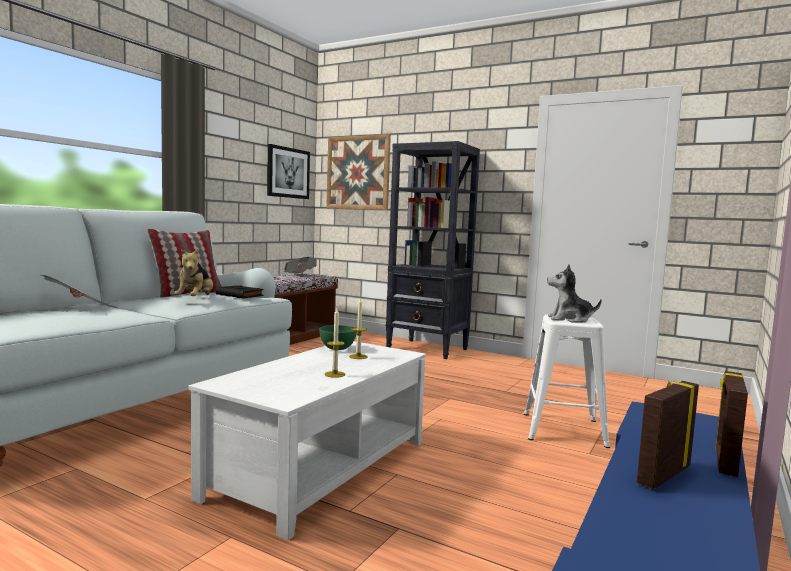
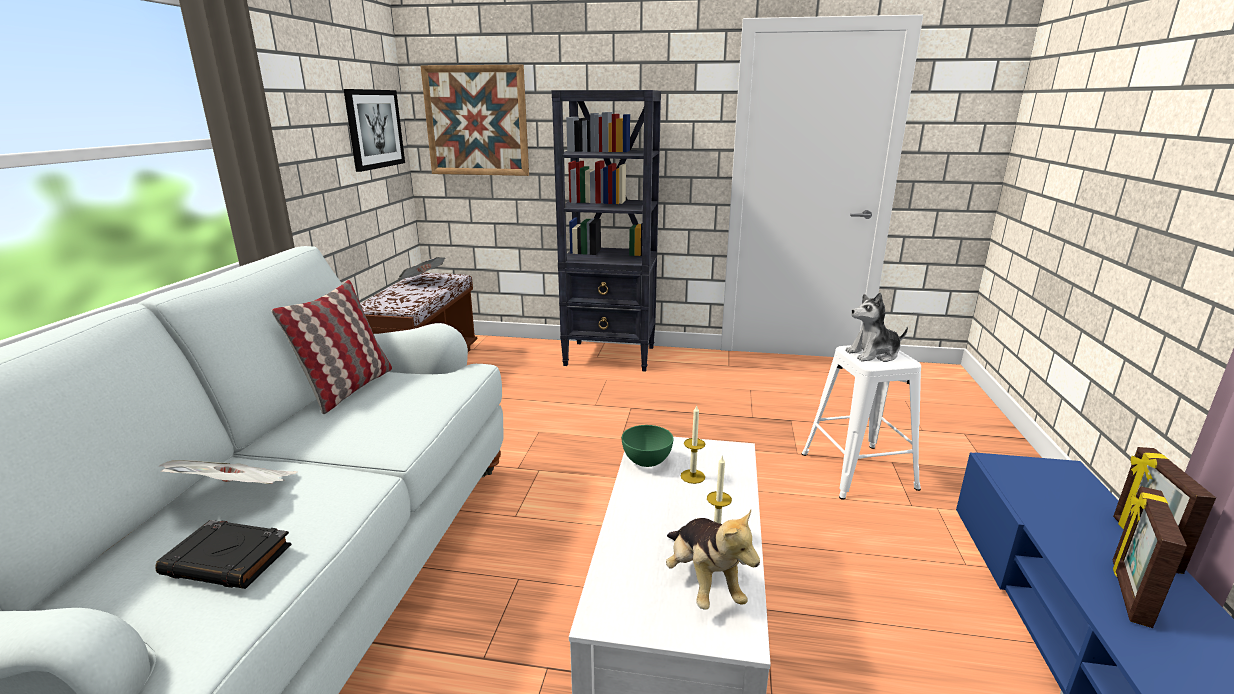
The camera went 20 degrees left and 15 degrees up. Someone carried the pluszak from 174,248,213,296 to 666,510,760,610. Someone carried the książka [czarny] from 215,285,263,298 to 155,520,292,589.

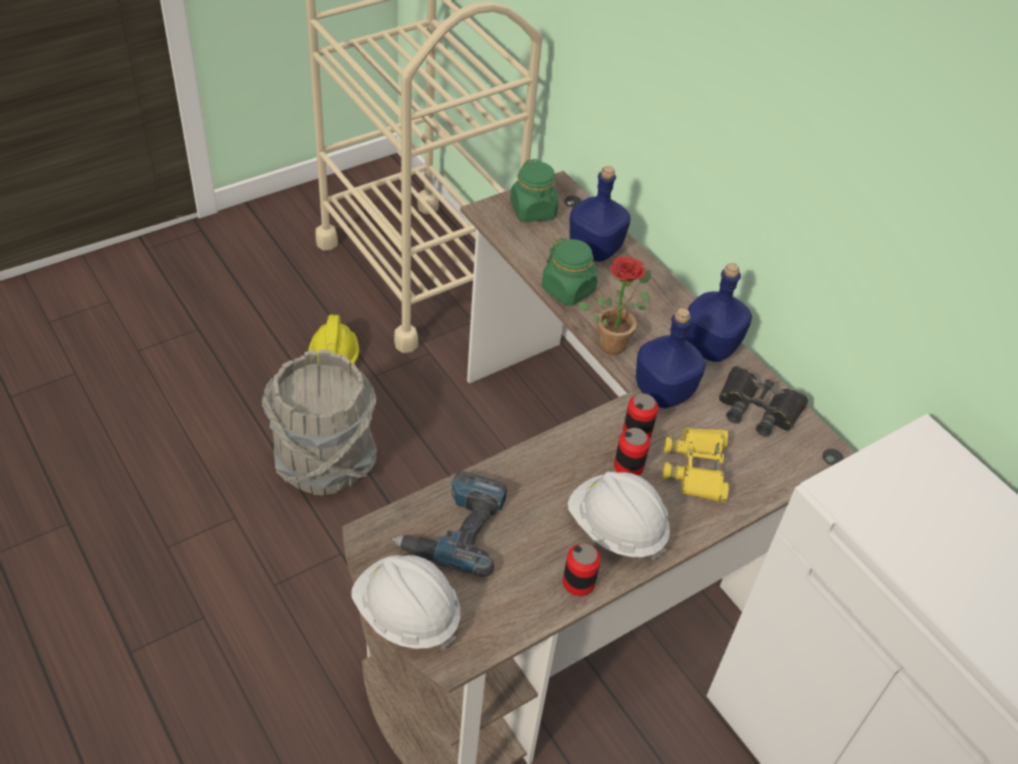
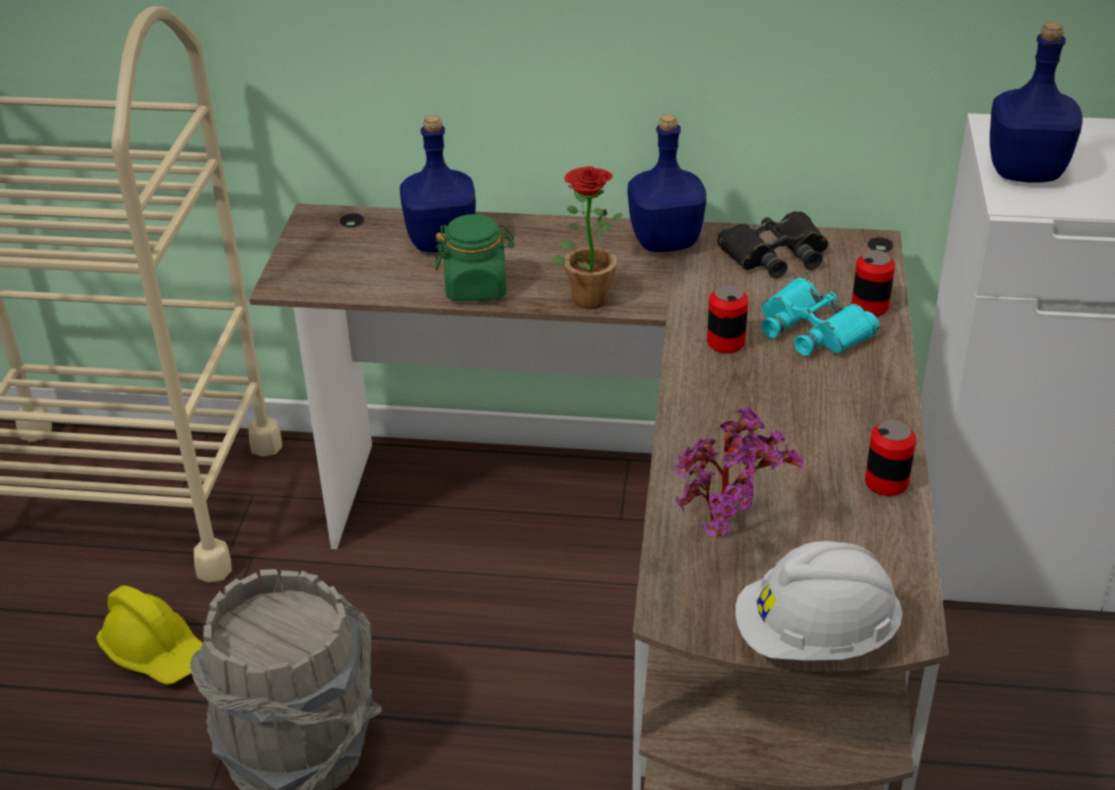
The camera went 45 degrees left and 10 degrees down. Someone took away the słoik [zielony] at 510,159,559,222. Someone carried the butelka [niebieski] from 636,308,706,408 to 990,22,1083,183. Someone repainted the lornetka [żółty] at 663,427,729,503, which became the lornetka [turkusowy] at 761,278,879,356. Someone carried the puszka from 614,428,650,476 to 851,250,895,317. Someone swapped the wiertarka at 392,470,507,577 for the roślina doniczkowa at 675,407,803,537. Someone took away the kask [biały] at 568,472,670,561.

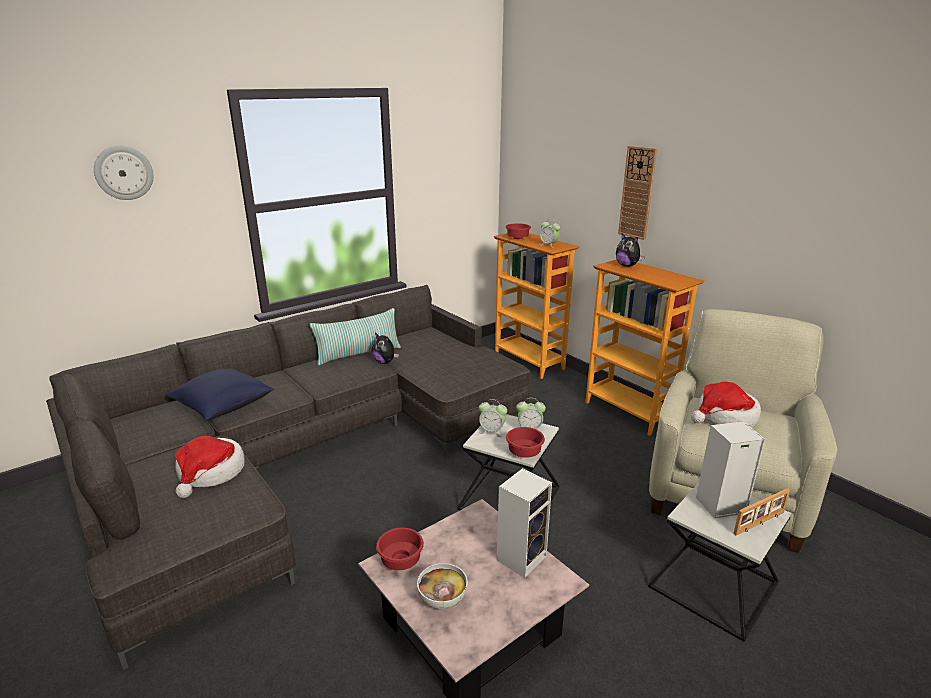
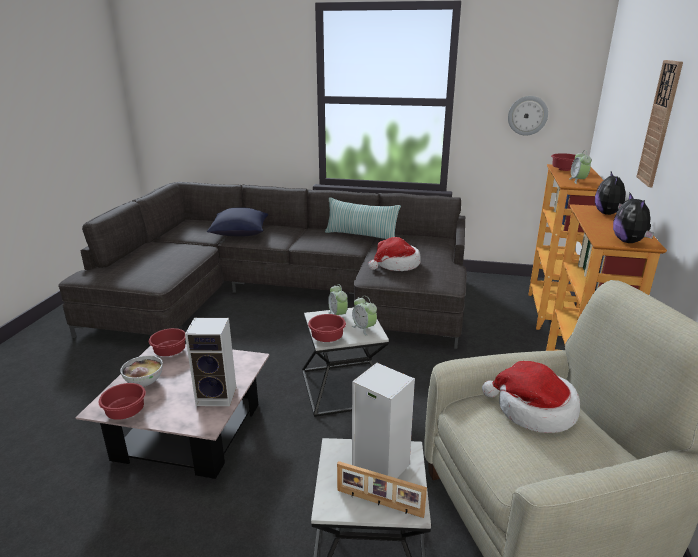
The camera went 50 degrees right and 0 degrees up. Someone carried the zegar ścienny from 94,146,154,200 to 508,96,548,135. Someone carried the pluszak from 372,332,399,364 to 613,192,654,243. Someone carried the kapelusz from 175,436,245,498 to 368,237,421,271. Someone put down the miska [czerwony] at 99,383,146,420.

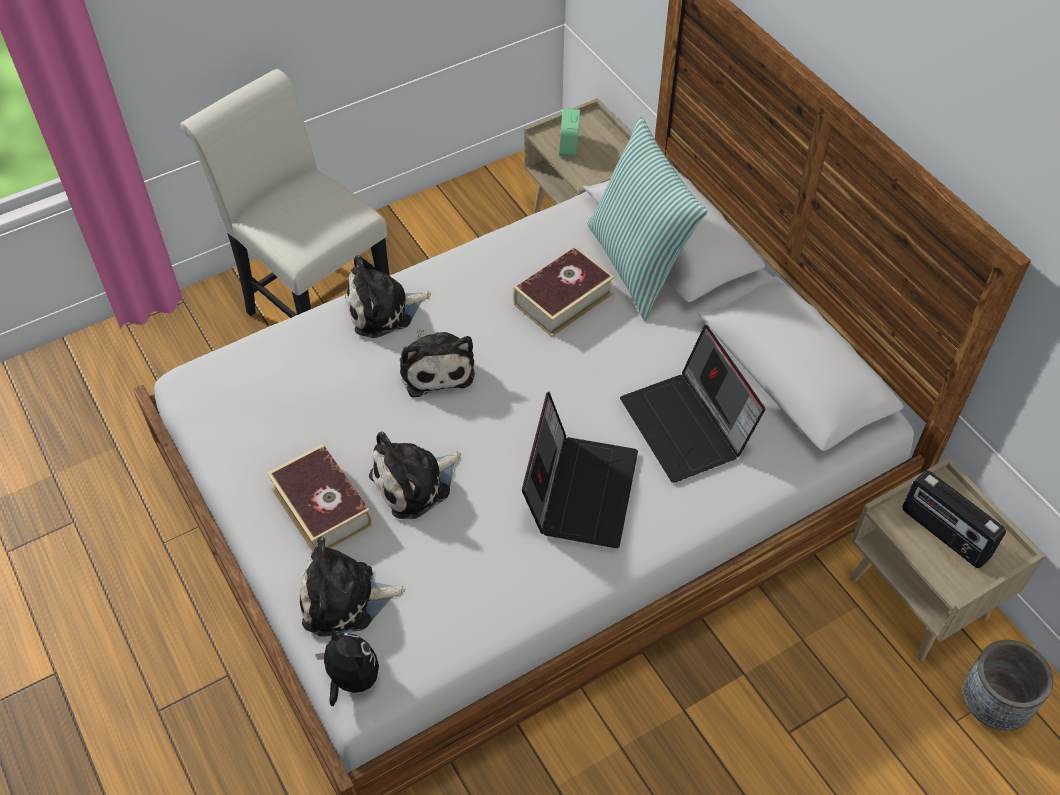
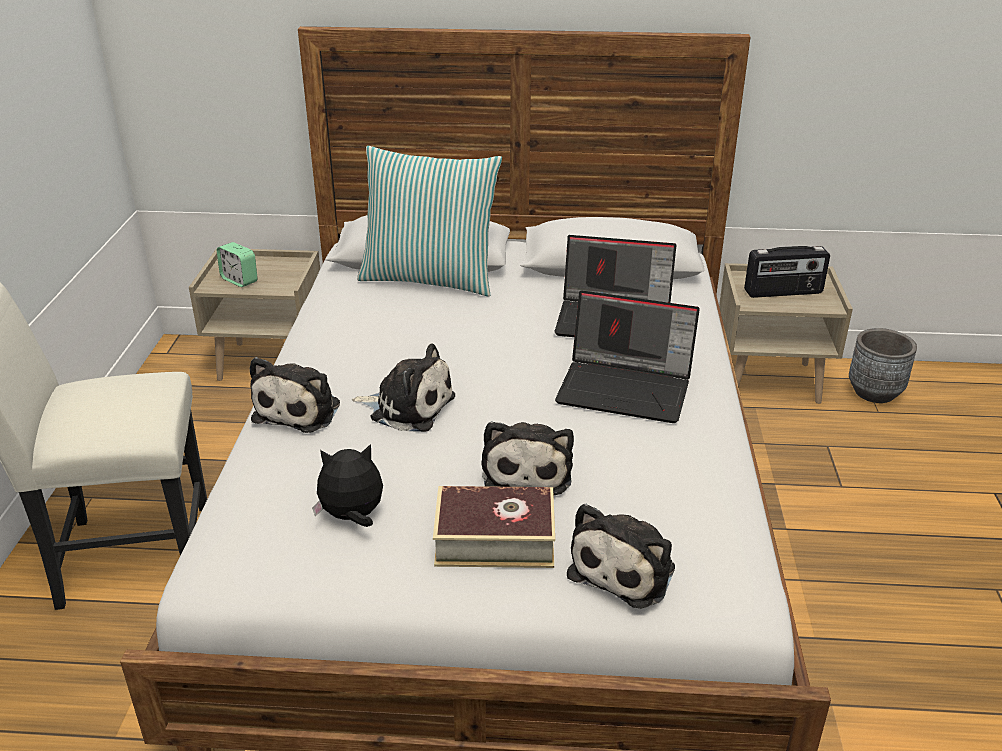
The camera went 55 degrees left and 20 degrees down. Someone took away the książka at 513,247,614,337. Someone rotated the laptop at 522,392,638,548 by 150 degrees clockwise. Someone carried the pluszak from 315,627,379,706 to 312,444,383,527.

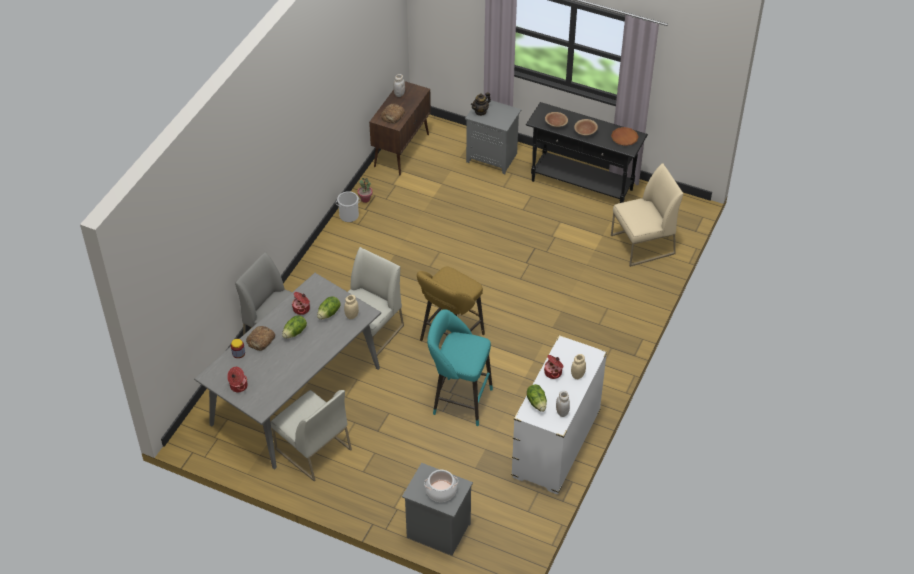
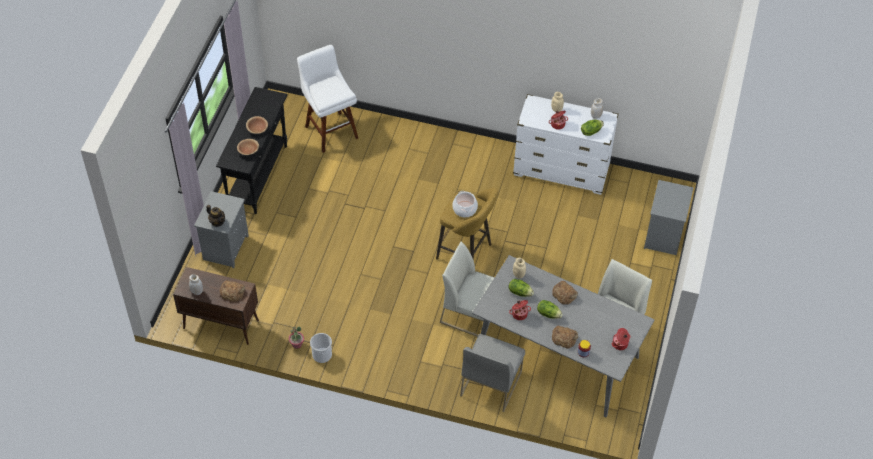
The camera went 100 degrees left and 5 degrees up. Someone took away the talerz [brązowy] at 611,127,639,146. Someone swapped the krzesło [beżowy] at 611,163,684,267 for the stołek [biały] at 297,45,358,153. Someone took away the stołek [turkusowy] at 427,309,493,426. Someone carried the garnek from 424,470,458,502 to 452,191,478,217. Someone put down the chleb at 552,281,578,305.

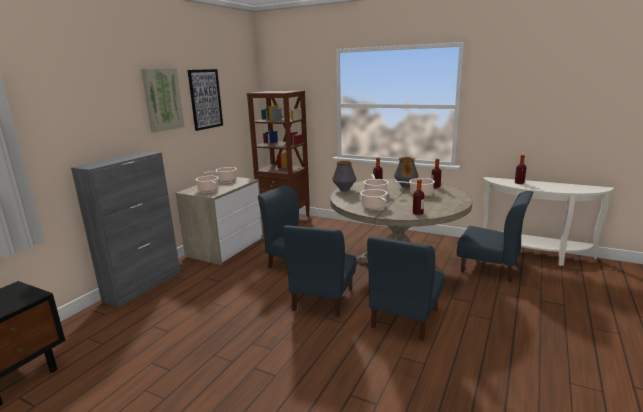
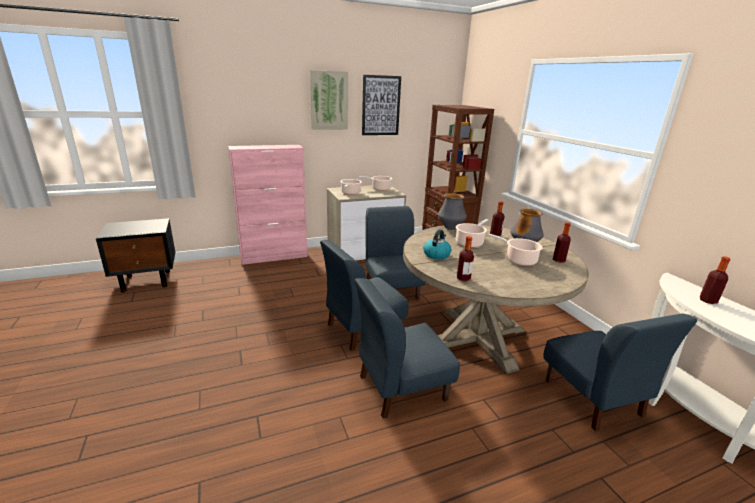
The camera went 40 degrees right and 5 degrees up. Someone repainted the szafka [szary] at 71,151,180,308, which became the szafka [różowy] at 228,145,308,265. Someone swapped the garnek at 360,189,388,210 for the czajnik at 423,229,451,259.

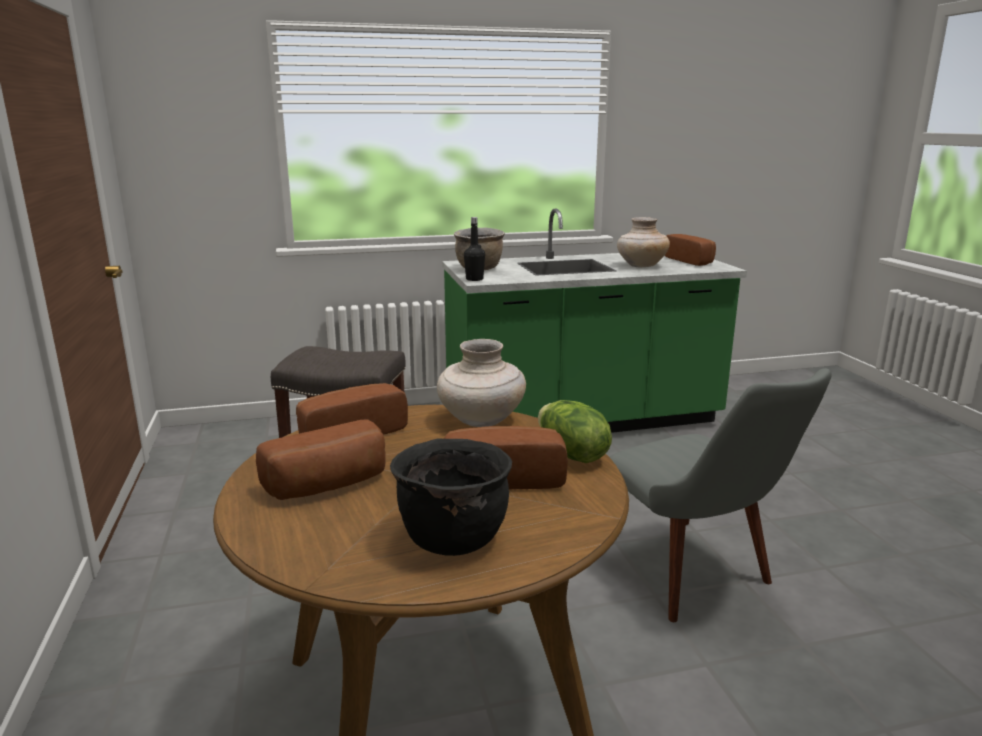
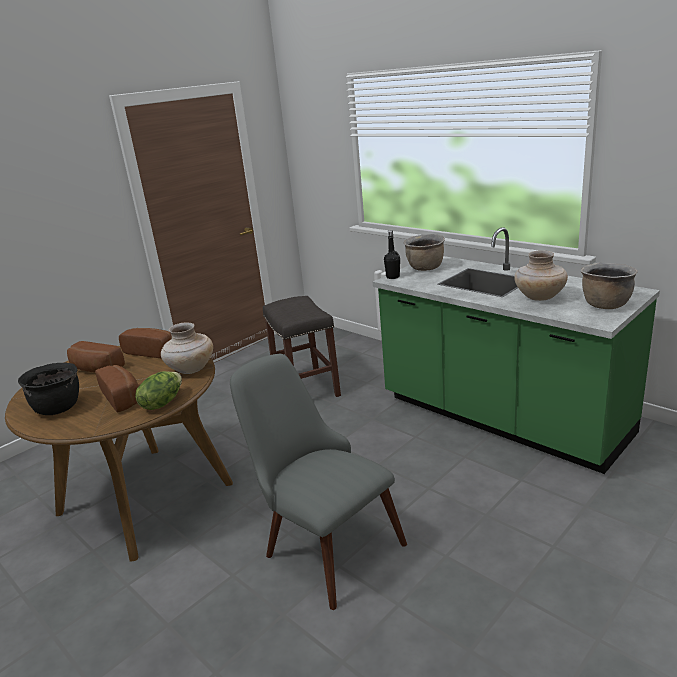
The camera went 60 degrees right and 5 degrees up. Someone swapped the chleb at 665,234,716,266 for the garnek [brązowy] at 581,263,637,309. Someone rotated the krzesło [szary] at 609,368,832,622 by 105 degrees clockwise.

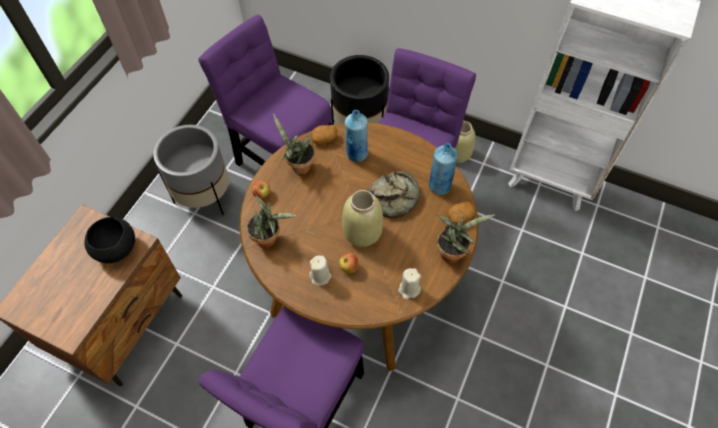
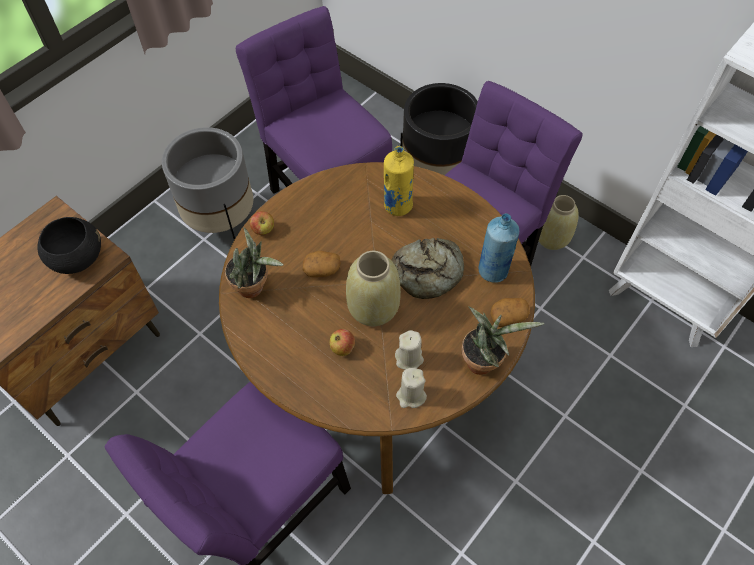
The camera went 15 degrees right and 0 degrees up. Someone repainted the butelka [niebieski] at 345,110,368,162, which became the butelka [żółty] at 384,146,414,216. Someone took away the roślina doniczkowa at 273,114,315,174. Someone carried the ziemniak from 311,125,337,145 to 303,251,341,277. Someone carried the świeca [beżowy] from 309,255,332,286 to 395,330,424,370.

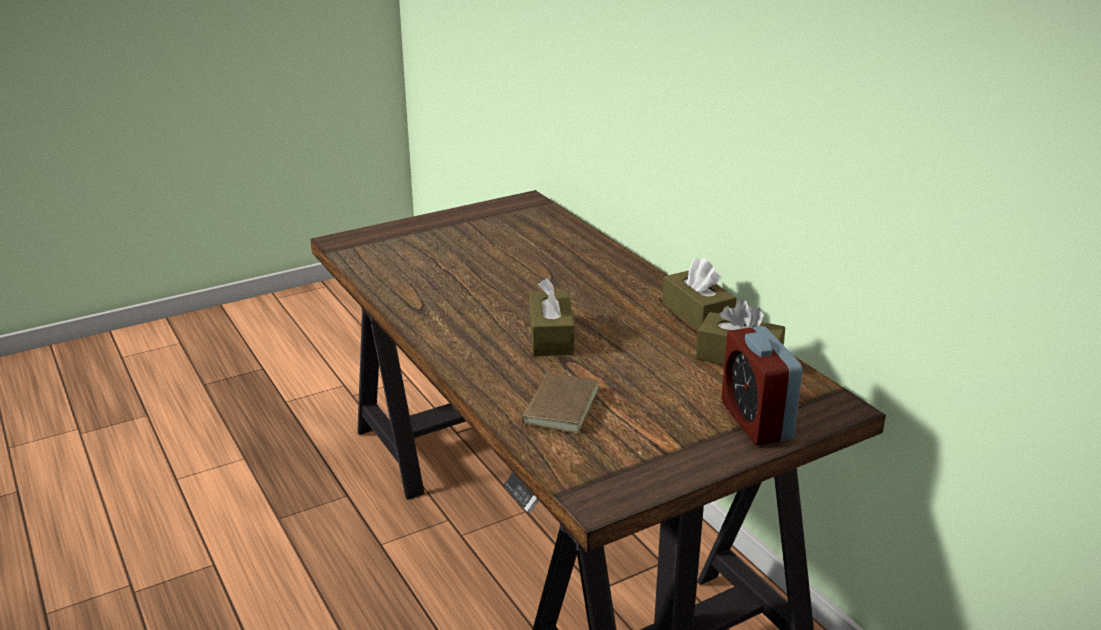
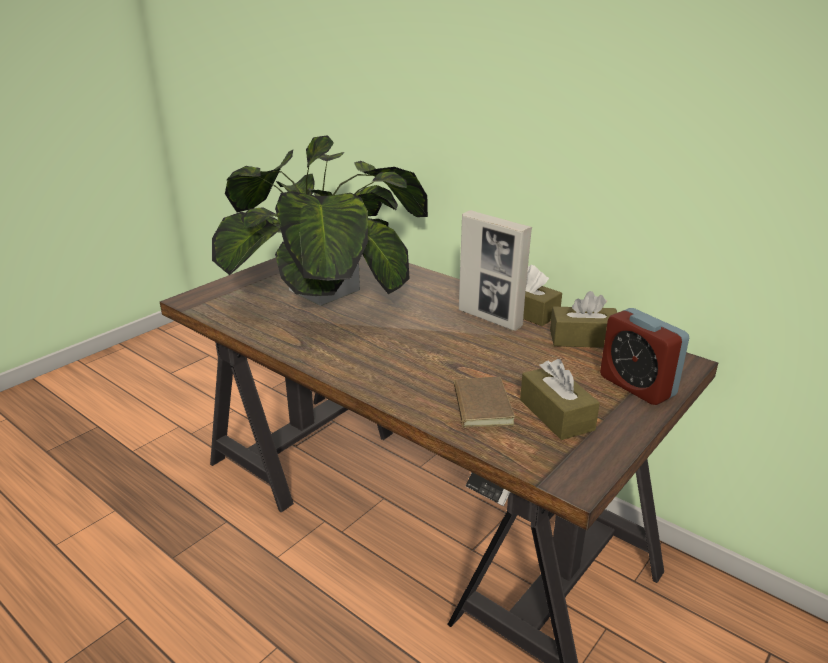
The camera went 20 degrees left and 0 degrees up. Someone carried the pudełko chusteczek [brązowy] from 529,278,574,356 to 520,359,600,440. Someone put down the roślina doniczkowa at 212,135,428,306. Someone put down the ramka na zdjęcie at 459,210,532,331.

